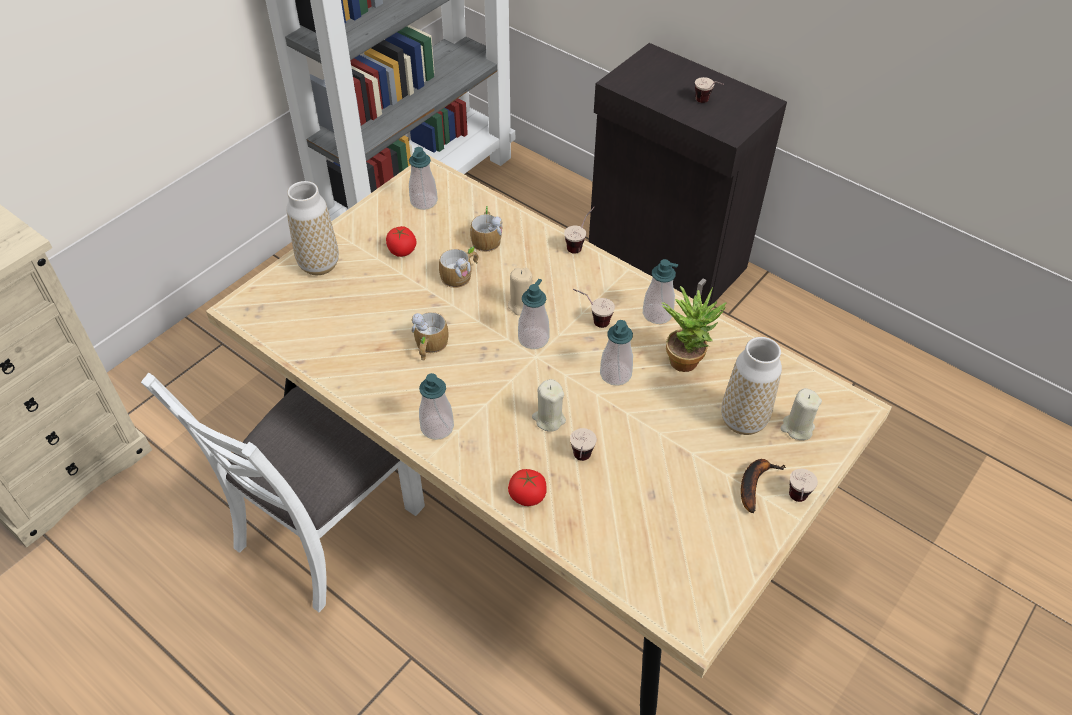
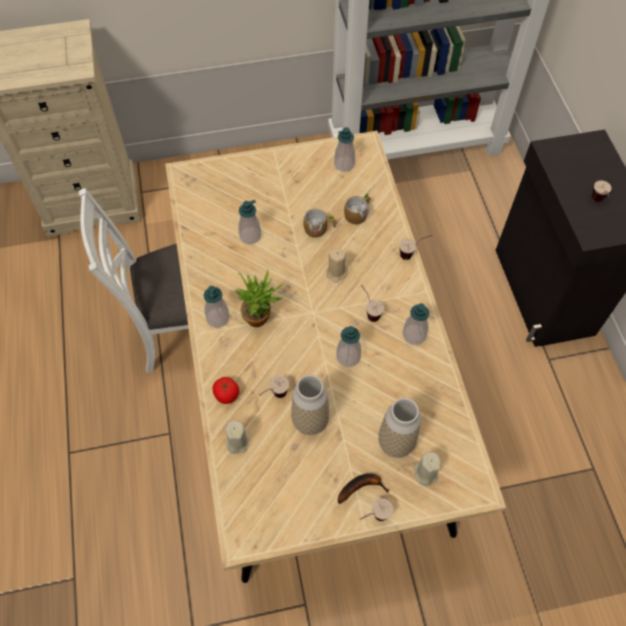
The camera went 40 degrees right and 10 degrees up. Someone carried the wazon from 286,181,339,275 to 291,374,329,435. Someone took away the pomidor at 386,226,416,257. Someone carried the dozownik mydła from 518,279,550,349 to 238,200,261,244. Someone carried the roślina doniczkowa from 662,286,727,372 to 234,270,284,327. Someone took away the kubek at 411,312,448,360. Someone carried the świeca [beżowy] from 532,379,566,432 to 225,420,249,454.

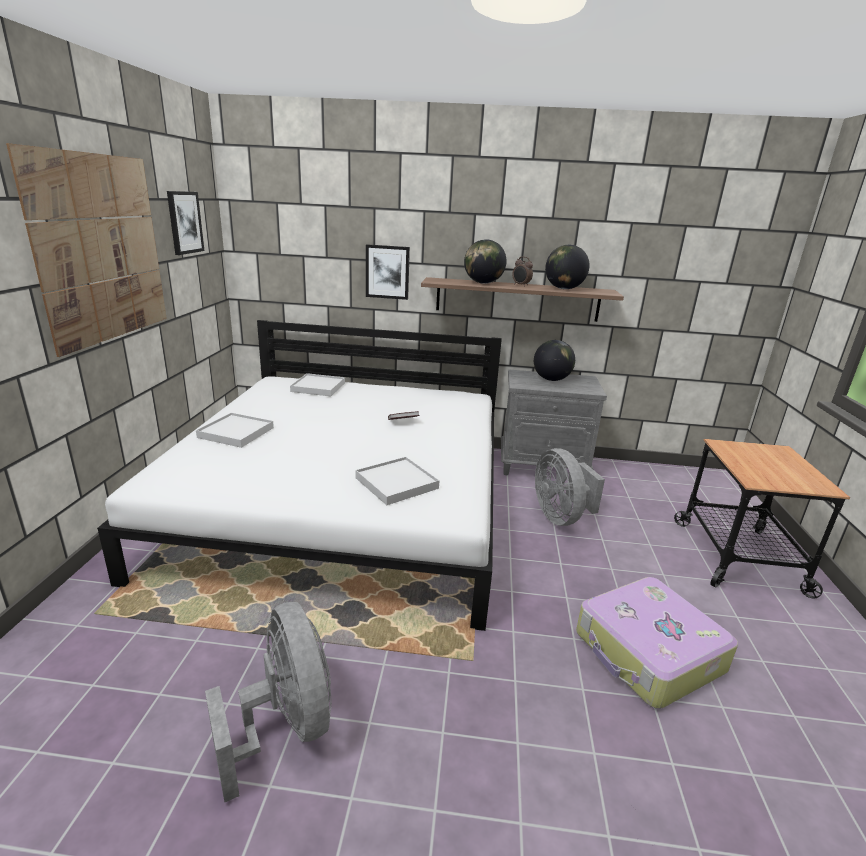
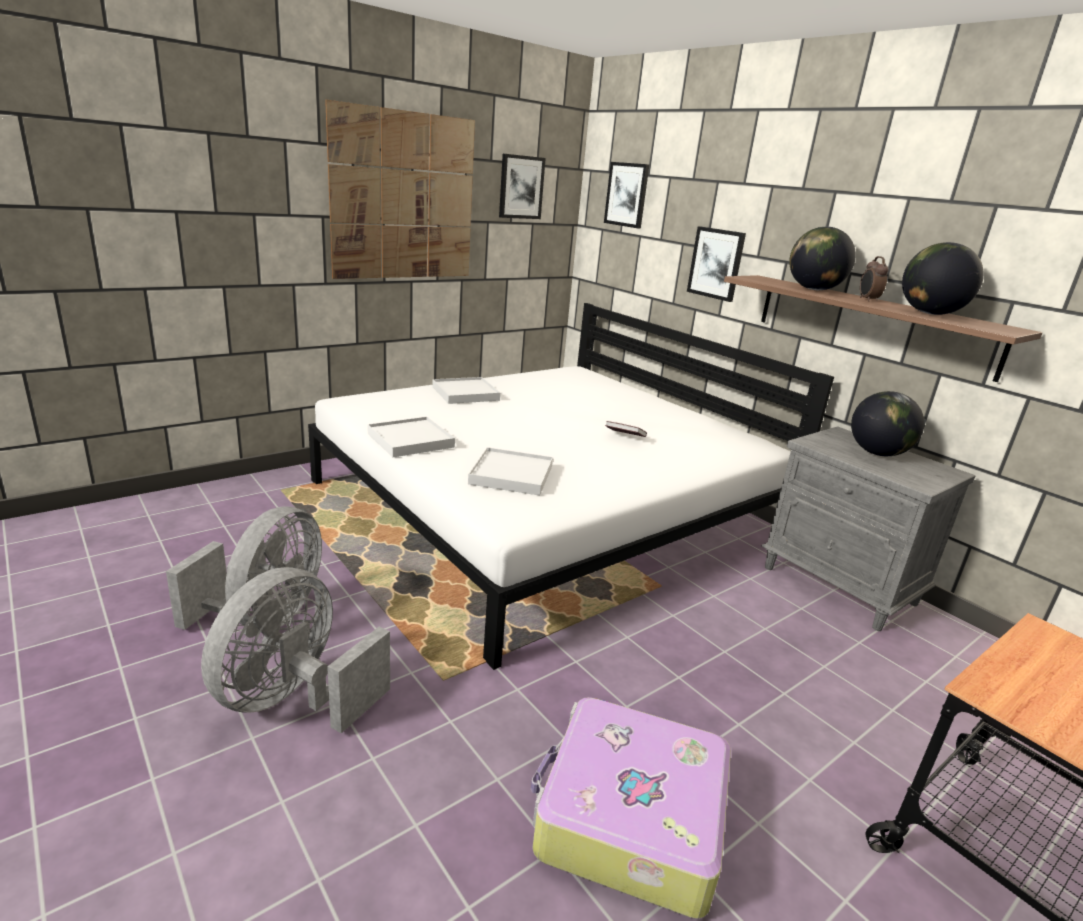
The camera went 45 degrees right and 0 degrees up. Someone carried the taca [biały] from 290,373,345,396 to 367,417,455,457. Someone carried the wentylator [szary] from 535,448,605,526 to 201,567,390,734. Someone put up the obraz at 604,162,649,228.

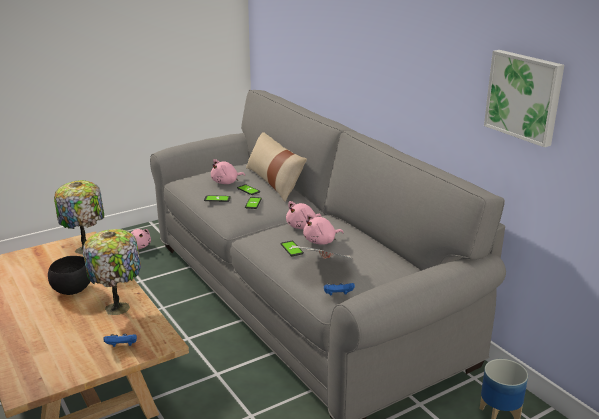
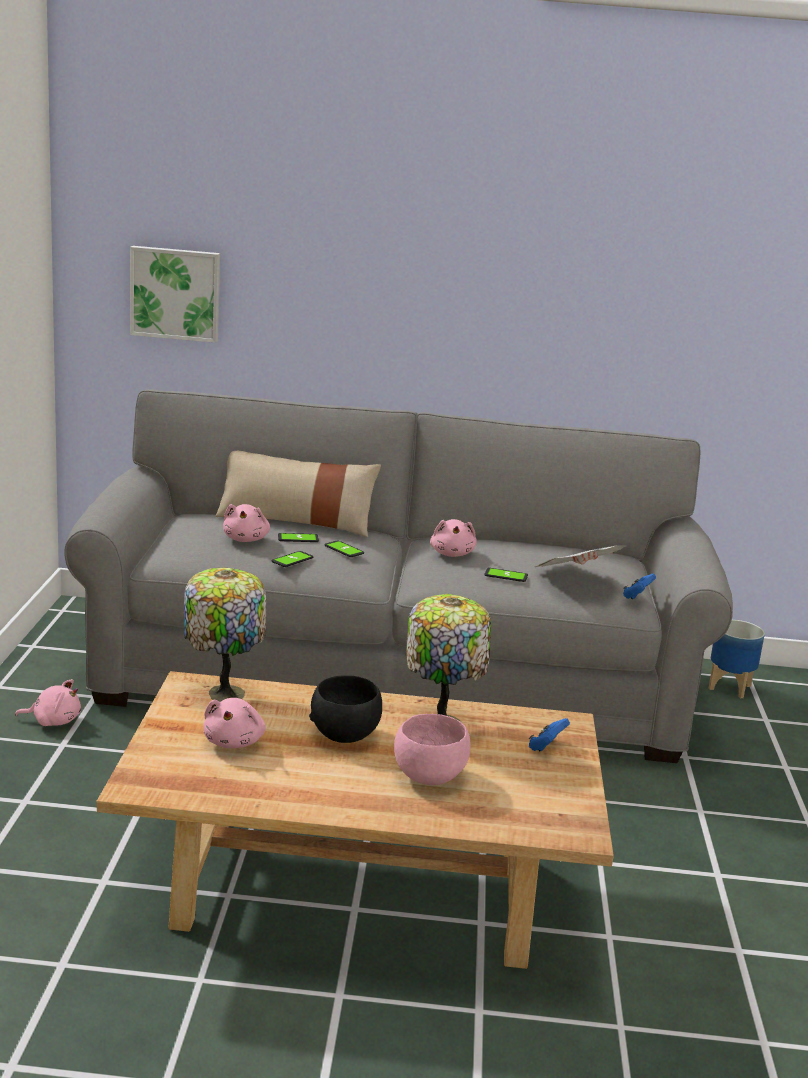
The camera went 55 degrees left and 5 degrees down. Someone carried the obraz from 484,50,564,147 to 130,246,220,343. Someone carried the pluszak [różowy] from 303,214,344,245 to 203,698,266,748. Someone put down the miska [różowy] at 394,714,471,785.

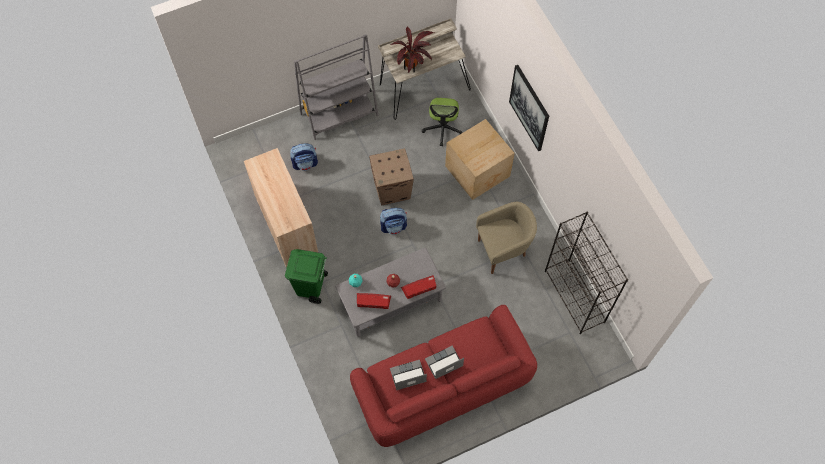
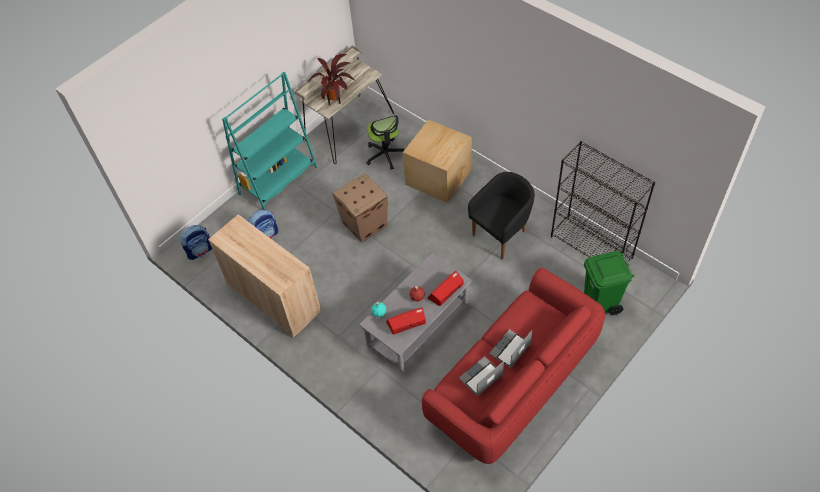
The camera went 20 degrees left and 10 degrees down. Someone repainted the regał [szary] at 294,34,378,140, which became the regał [turkusowy] at 222,72,317,210. Someone took away the obraz at 509,65,549,151. Someone repainted the fotel [beżowy] at 476,202,537,274, which became the fotel [czarny] at 468,172,535,260. Someone carried the plecak from 380,208,407,235 to 180,225,212,260. Someone carried the kosz na śmieci [zielony] from 285,249,328,304 to 584,251,635,315.

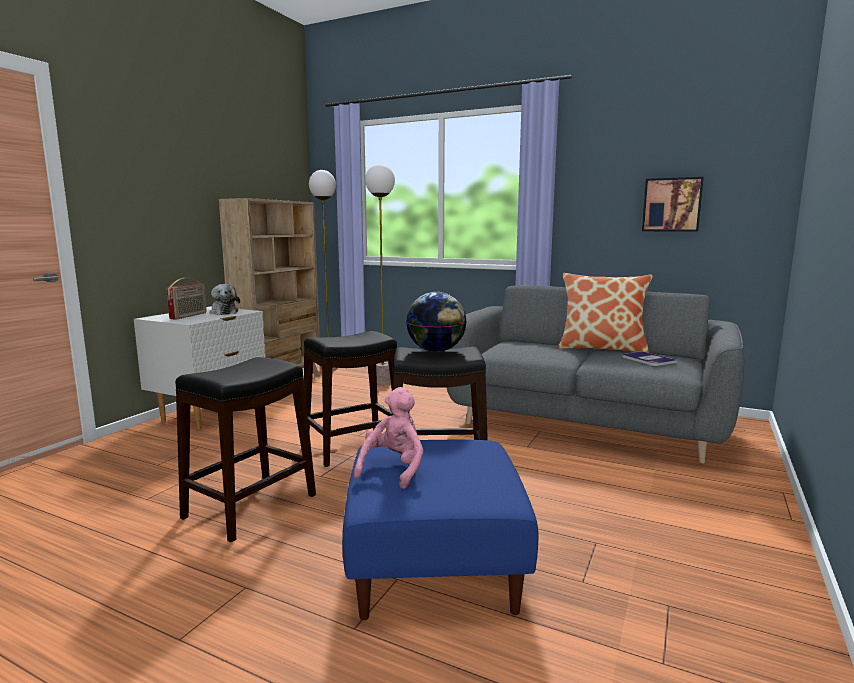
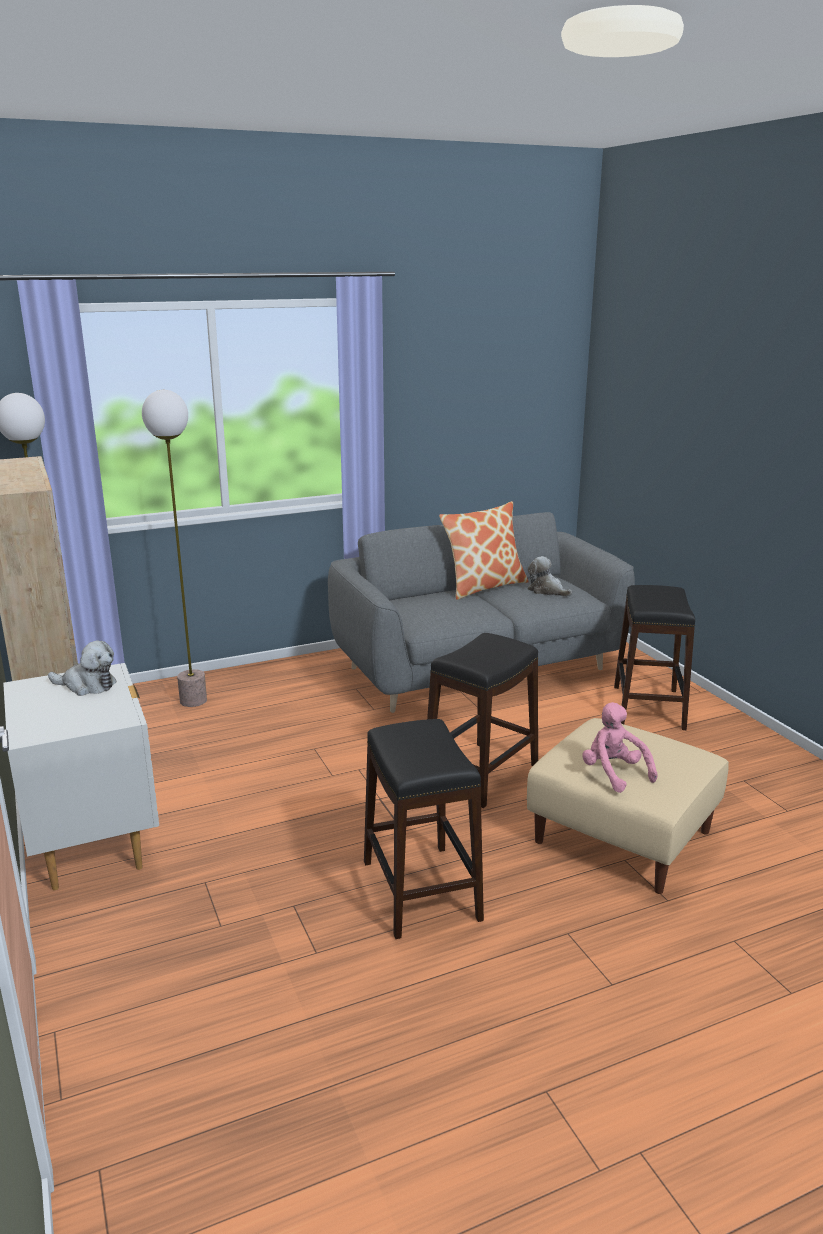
The camera went 50 degrees left and 10 degrees up. Someone took away the obraz at 642,177,704,232. Someone took away the radio at 166,278,207,320. Someone took away the globus at 406,292,467,352. Someone carried the stołek [czarny] from 304,331,397,467 to 614,585,695,730. Someone swapped the książka at 622,351,677,366 for the pluszak at 528,556,572,596. Someone repainted the pufa [niebieski] at 342,440,538,620, which became the pufa [beżowy] at 527,718,729,894.

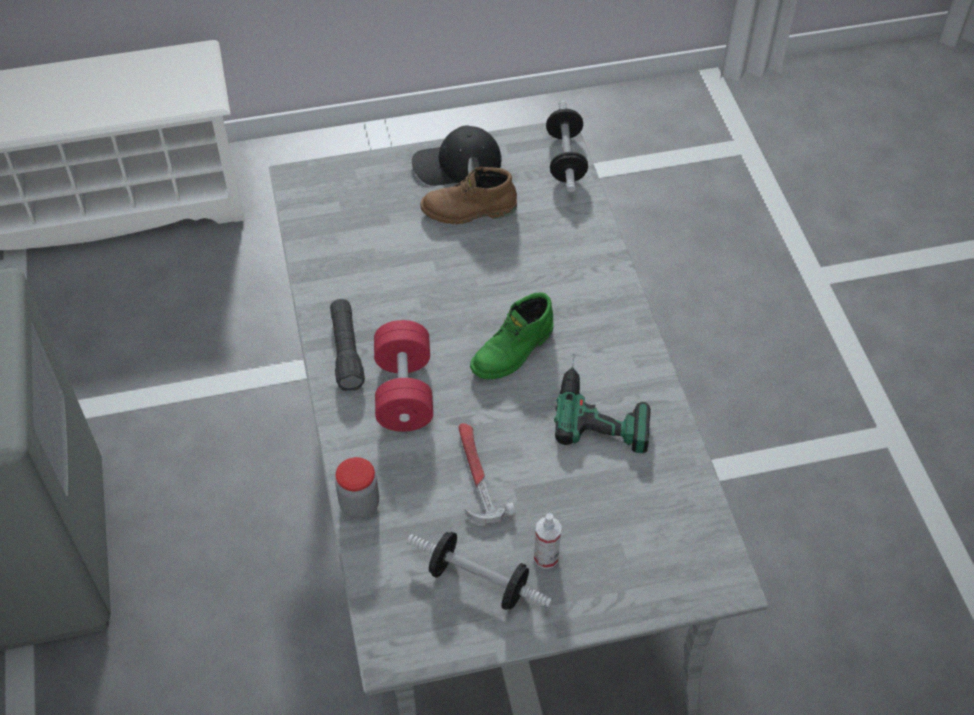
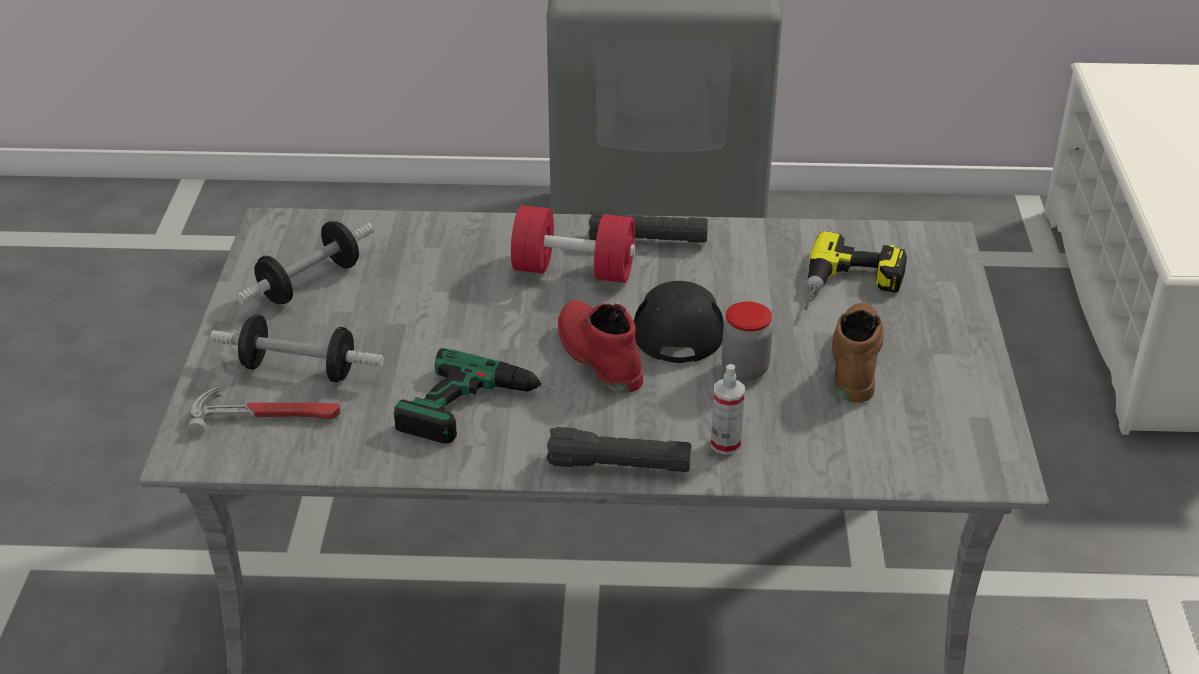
The camera went 105 degrees right and 15 degrees down. Someone carried the hantel from 546,101,588,192 to 210,315,384,382. Someone carried the czapka z daszkiem [czarny] from 412,126,501,186 to 634,281,724,363. Someone repainted the but z cholewką [zielony] at 470,292,553,379, which became the but z cholewką [czerwony] at 558,300,643,393. Someone carried the młotek from 459,423,516,524 to 188,387,341,435. Someone carried the słoik from 335,457,379,519 to 722,301,773,381. Someone carried the spryskiwacz from 534,513,561,569 to 711,364,745,455. Someone put down the wiertarka at 804,231,907,310. Someone put down the latarka [czarny] at 546,427,692,472.

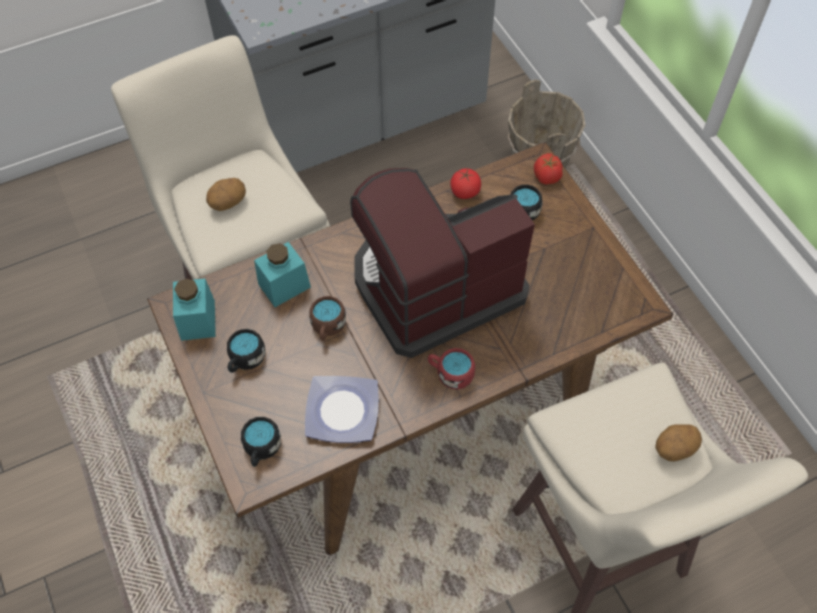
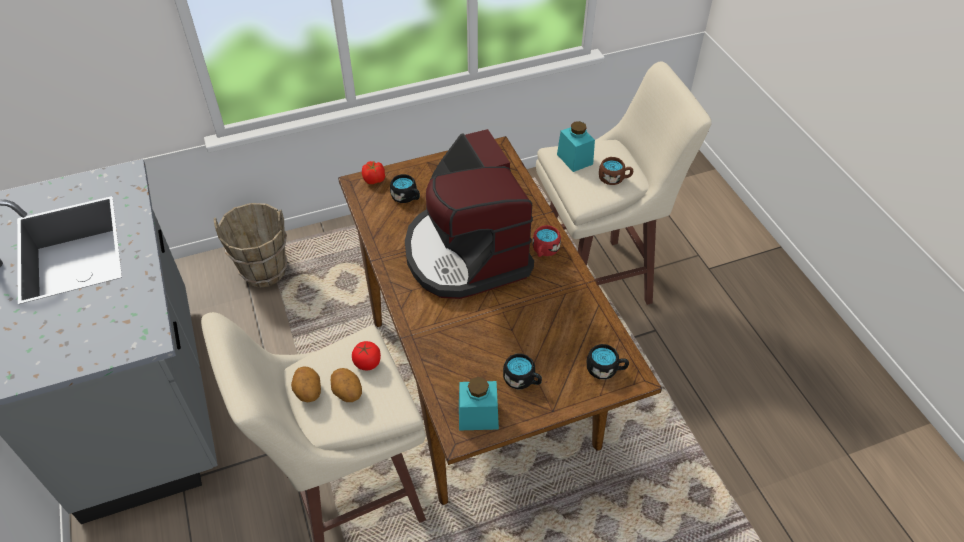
The camera went 85 degrees left and 10 degrees down. Someone carried the pomidor from 450,168,481,199 to 352,341,381,370. Someone carried the słoik [turkusowy] from 254,242,311,307 to 557,121,595,172. Someone carried the kubek [brązowy] from 310,296,346,341 to 599,157,633,185. Someone took away the talerz at 305,376,379,443. Someone carried the ziemniak from 655,424,702,461 to 291,366,321,402.

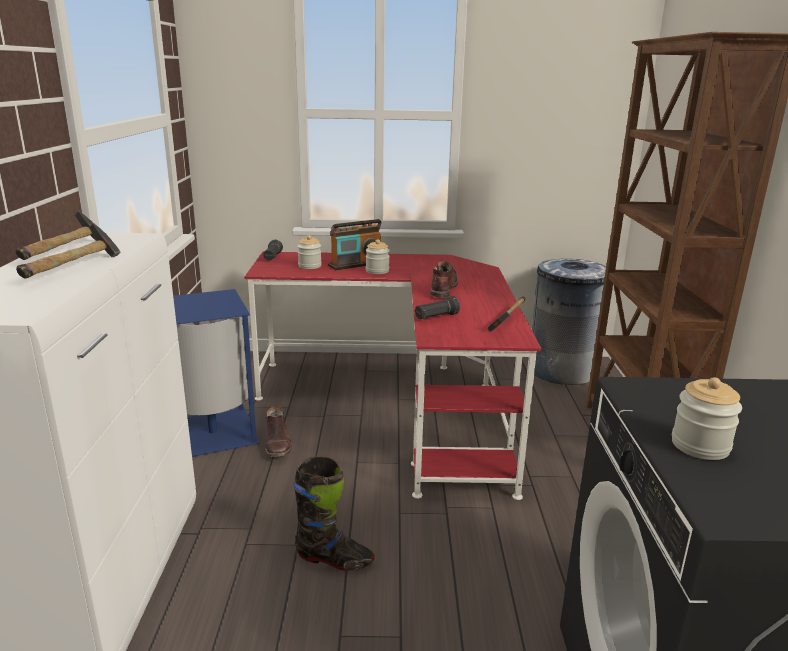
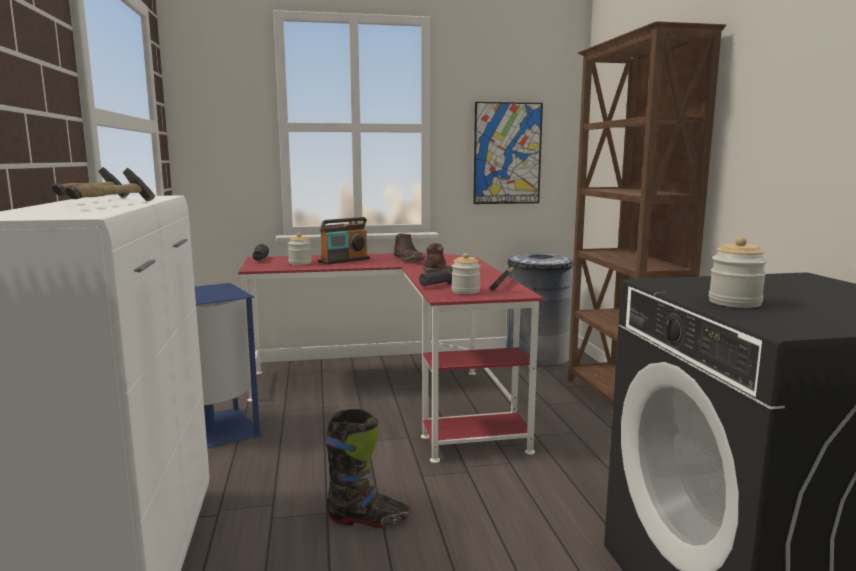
The camera went 10 degrees left and 10 degrees down. Someone carried the słoik from 366,239,390,274 to 451,253,480,294. Someone carried the but z cholewką [brązowy] from 265,406,292,457 to 394,233,424,261. Someone put up the obraz at 473,102,543,204.

